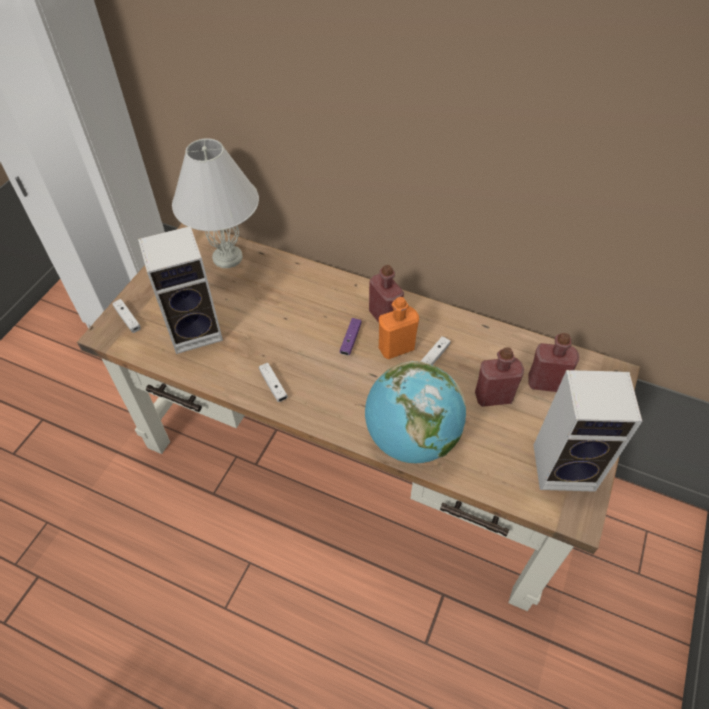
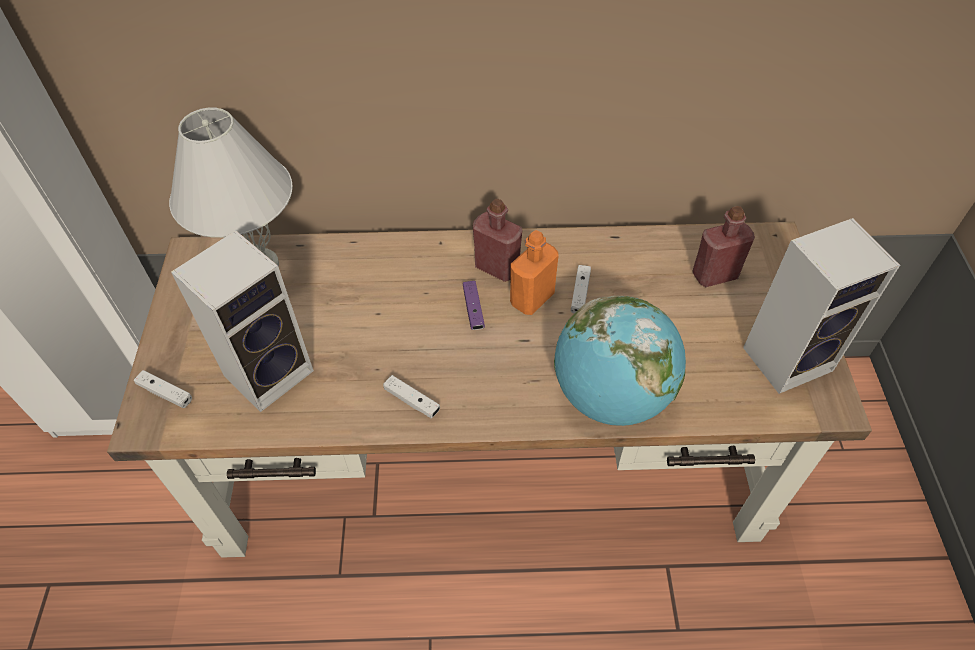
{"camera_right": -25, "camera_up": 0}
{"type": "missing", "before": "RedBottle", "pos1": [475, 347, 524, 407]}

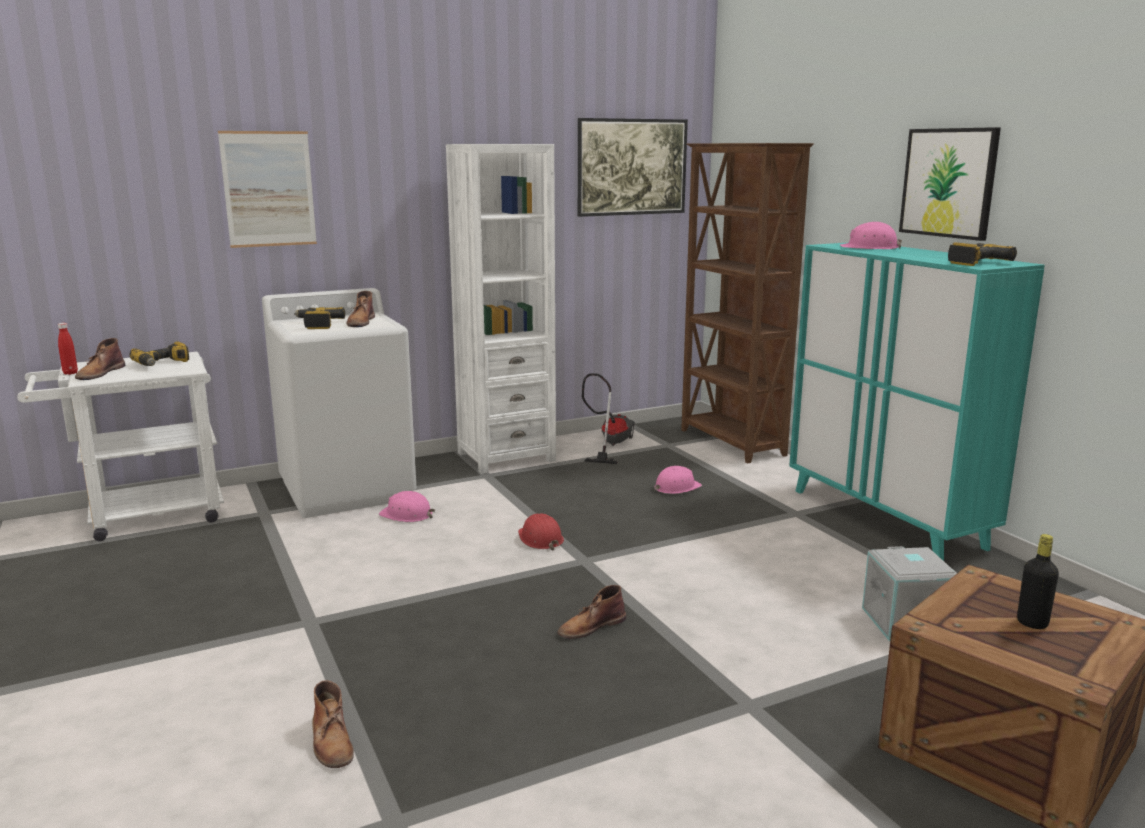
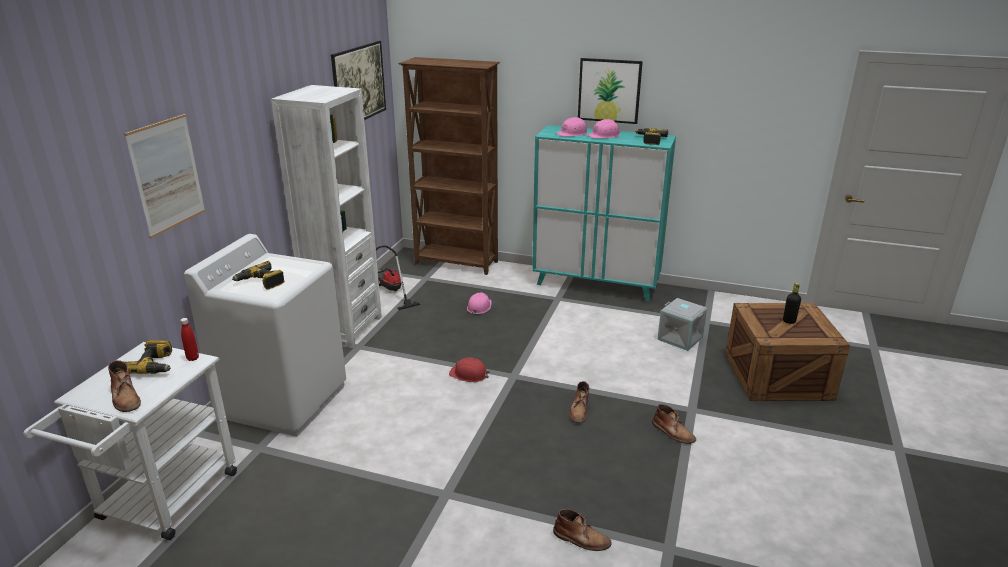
{"camera_right": -45, "camera_up": 10}
{"type": "relocated", "before": "BrownBoot", "pos1": [347, 291, 375, 327], "pos2": [652, 404, 696, 444]}
{"type": "relocated", "before": "RedBottle", "pos1": [58, 323, 78, 375], "pos2": [180, 318, 199, 361]}
{"type": "relocated", "before": "PinkHardHat", "pos1": [379, 491, 435, 522], "pos2": [587, 119, 620, 138]}

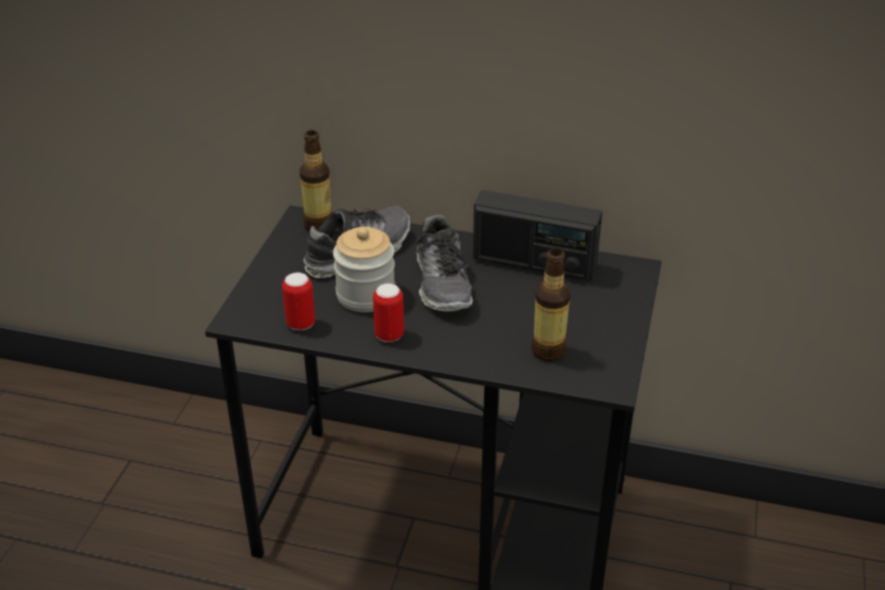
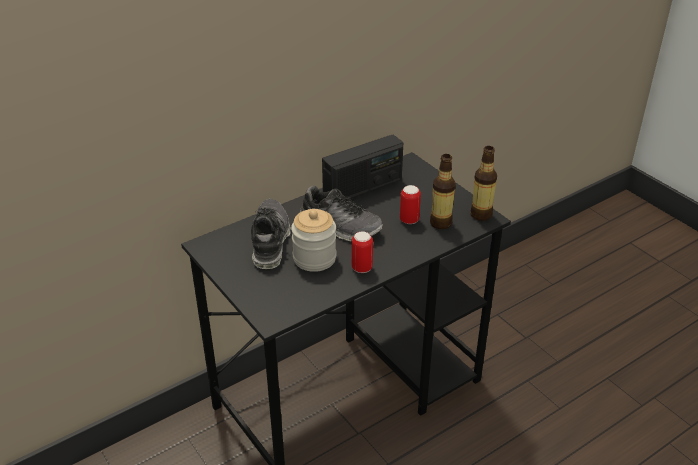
{"camera_right": -50, "camera_up": 0}
{"type": "relocated", "before": "Bottle", "pos1": [300, 130, 332, 231], "pos2": [470, 146, 497, 221]}
{"type": "relocated", "before": "Can", "pos1": [282, 272, 315, 330], "pos2": [400, 185, 421, 224]}

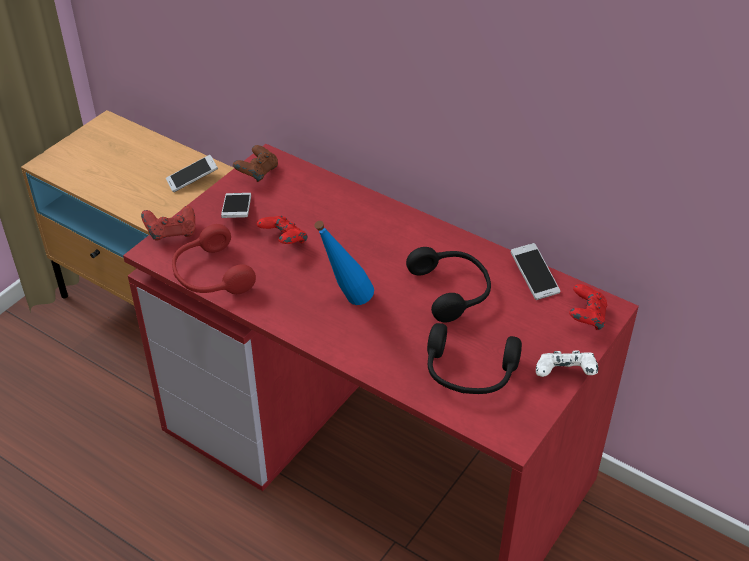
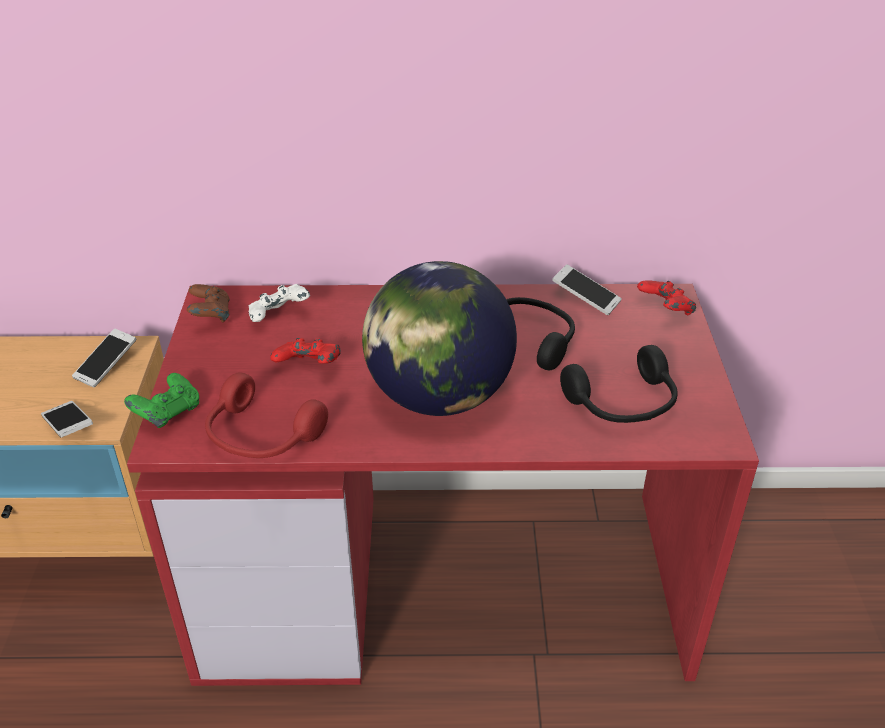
{"camera_right": -35, "camera_up": -5}
{"type": "relocated", "before": "Phone", "pos1": [221, 193, 251, 218], "pos2": [41, 401, 93, 437]}
{"type": "colour", "before": "RedGameController", "after": "GreenGameController", "pos1": [141, 206, 195, 240], "pos2": [124, 373, 199, 428]}
{"type": "exchanged", "before": "BlueBottle", "after": "Globe", "pos1": [314, 221, 374, 305], "pos2": [362, 261, 517, 416]}
{"type": "relocated", "before": "WhiteGameController", "pos1": [536, 350, 598, 377], "pos2": [249, 284, 310, 322]}

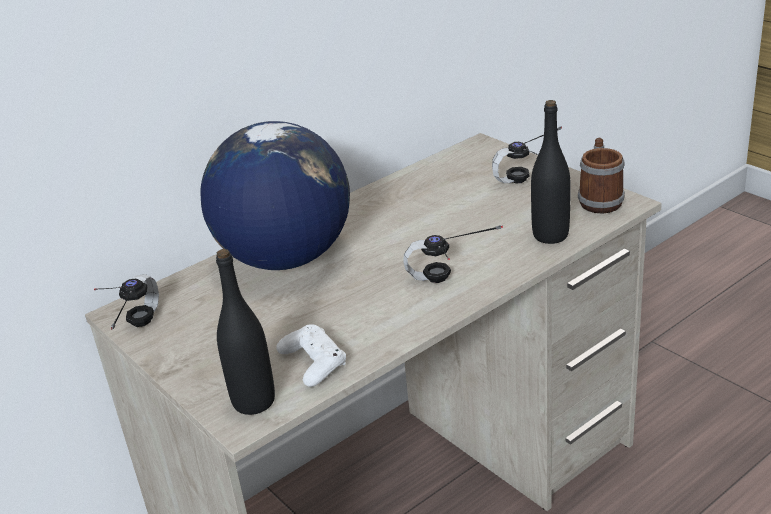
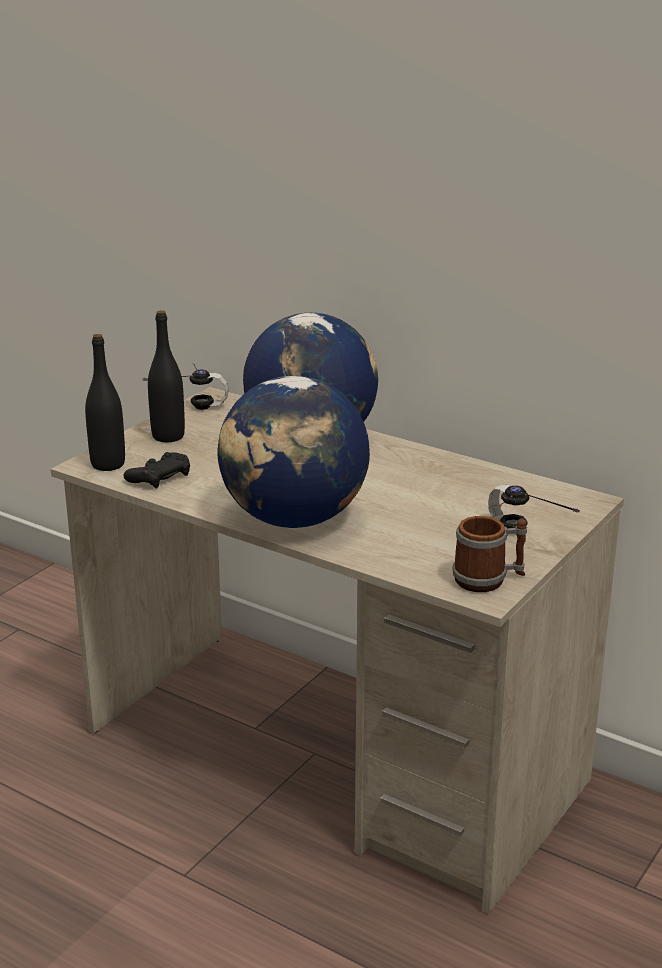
{"camera_right": 70, "camera_up": -5}
{"type": "relocated", "before": "BlackBottle", "pos1": [531, 100, 571, 244], "pos2": [148, 311, 185, 442]}
{"type": "exchanged", "before": "Headphones", "after": "Globe", "pos1": [403, 225, 503, 283], "pos2": [218, 376, 370, 528]}
{"type": "colour", "before": "WhiteGameController", "after": "BlackGameController", "pos1": [276, 324, 346, 387], "pos2": [124, 452, 190, 489]}

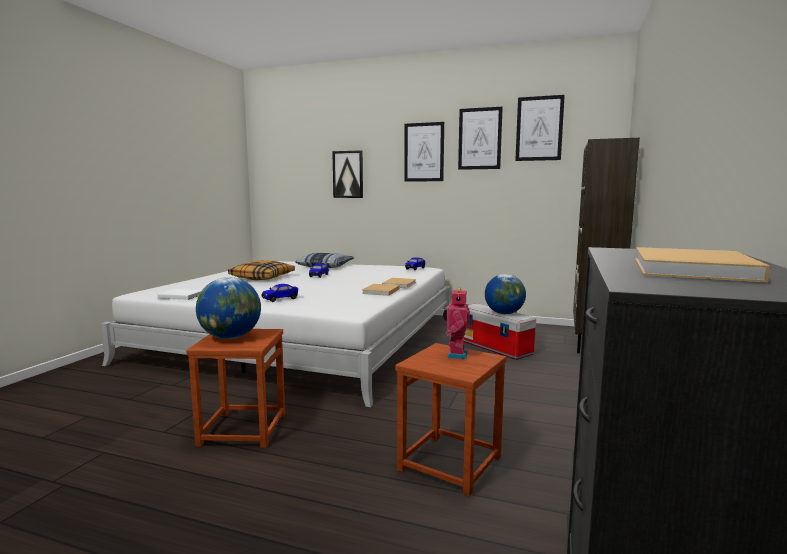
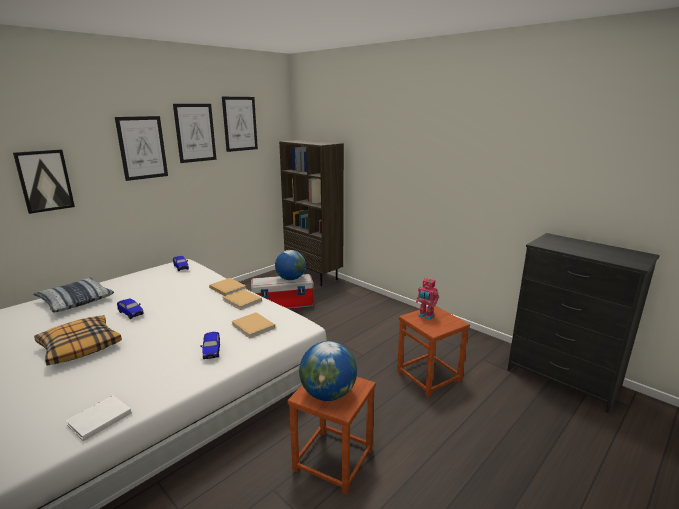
{"camera_right": -65, "camera_up": 10}
{"type": "relocated", "before": "BeigeBook", "pos1": [635, 247, 771, 282], "pos2": [231, 312, 275, 339]}

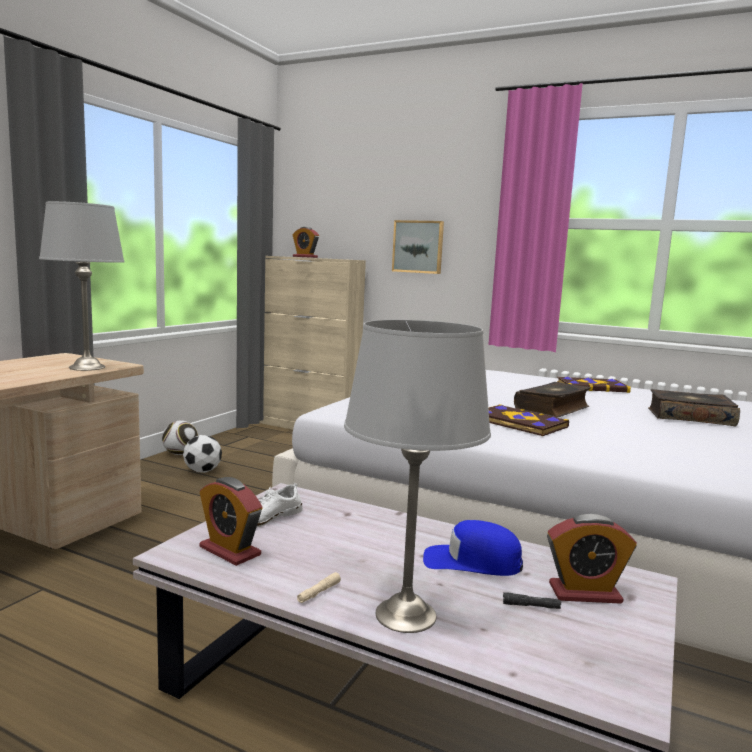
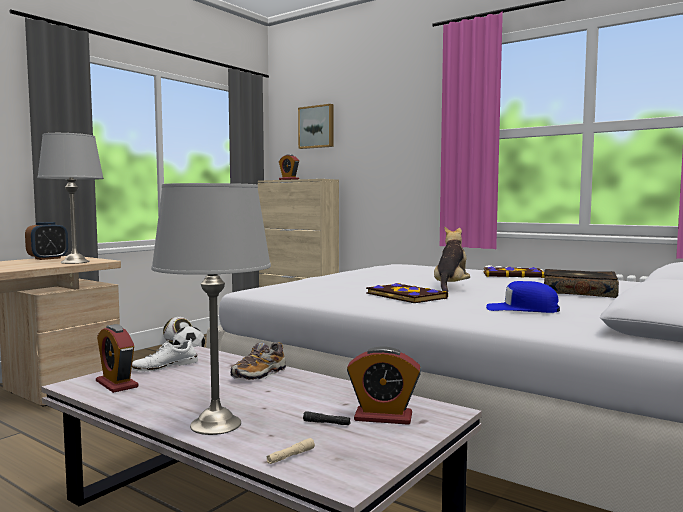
{"camera_right": 10, "camera_up": -5}
{"type": "relocated", "before": "Picture", "pos1": [392, 220, 444, 274], "pos2": [298, 104, 333, 149]}
{"type": "exchanged", "before": "Book", "after": "PlushToy", "pos1": [514, 382, 591, 418], "pos2": [434, 226, 470, 292]}
{"type": "relocated", "before": "BlueCap", "pos1": [423, 520, 523, 576], "pos2": [486, 281, 560, 313]}
{"type": "relocated", "before": "BeigeFlashlight", "pos1": [297, 572, 341, 603], "pos2": [267, 438, 315, 464]}
{"type": "appeared", "after": "AlarmClock", "pos2": [25, 222, 68, 260]}
{"type": "appeared", "after": "Shoe", "pos2": [231, 342, 287, 380]}

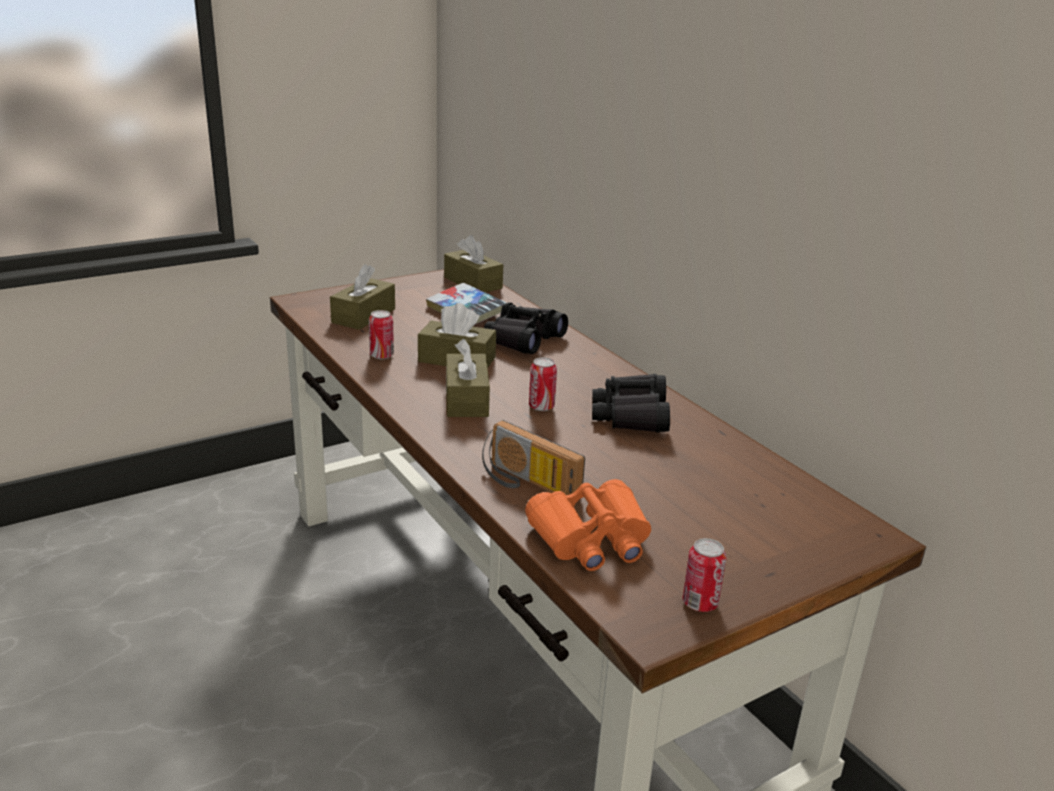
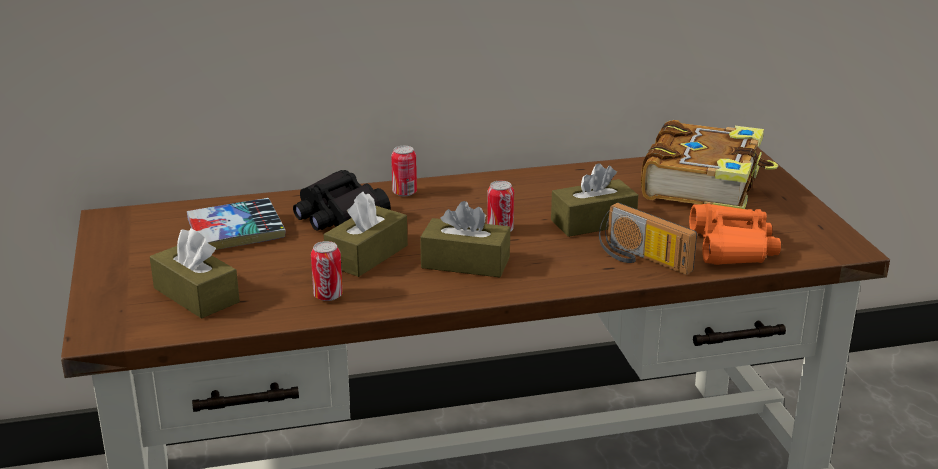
{"camera_right": -70, "camera_up": 0}
{"type": "relocated", "before": "BrownTissueBox", "pos1": [444, 235, 503, 293], "pos2": [551, 163, 638, 237]}
{"type": "missing", "before": "BlackBinoculars", "pos1": [592, 374, 670, 432]}
{"type": "spun", "before": "Radio", "pos1": [482, 420, 585, 495], "pos2": [599, 202, 697, 275], "turn": 75}
{"type": "relocated", "before": "Can", "pos1": [683, 538, 726, 612], "pos2": [391, 146, 417, 196]}
{"type": "appeared", "after": "Book", "pos2": [641, 120, 778, 209]}

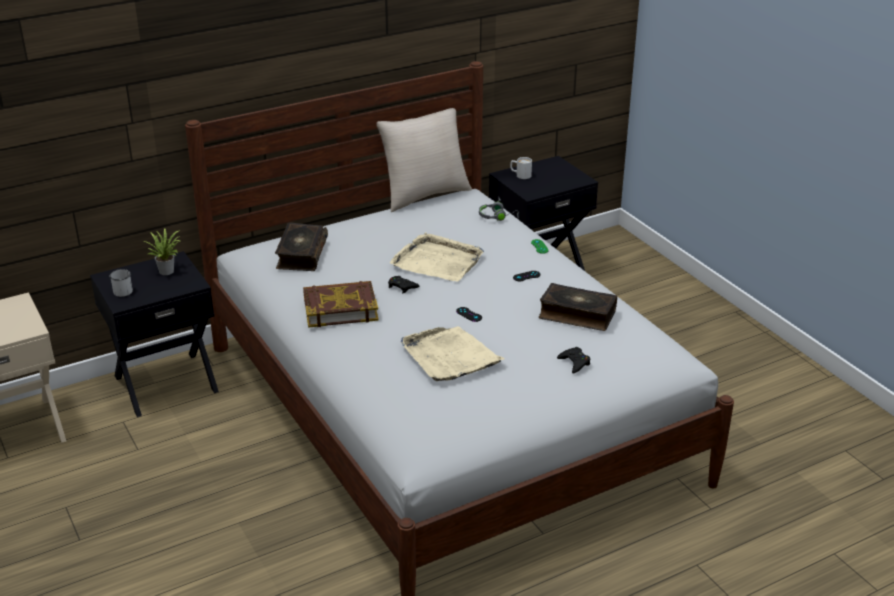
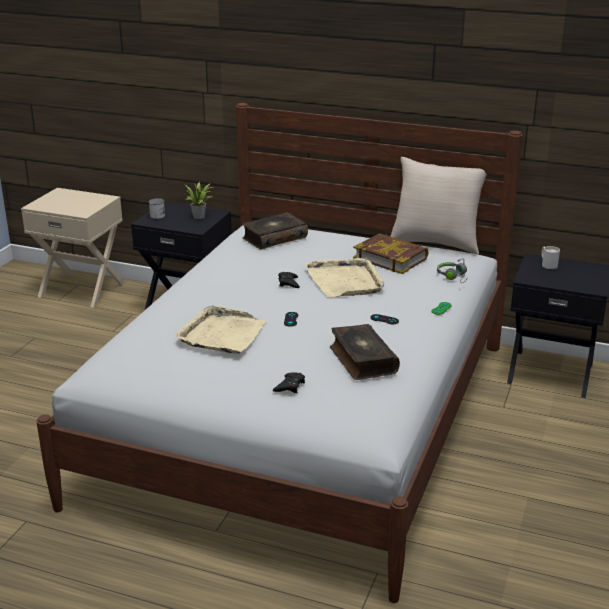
{"camera_right": 50, "camera_up": -5}
{"type": "relocated", "before": "Book", "pos1": [303, 281, 379, 328], "pos2": [353, 233, 428, 274]}

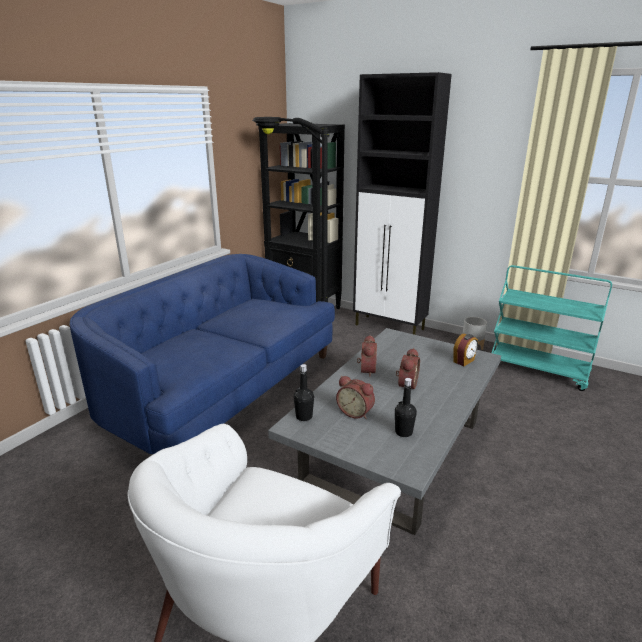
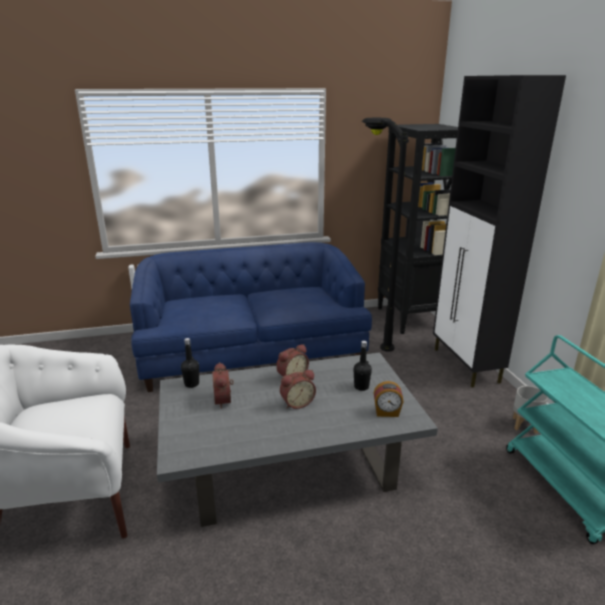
{"camera_right": 45, "camera_up": 0}
{"type": "relocated", "before": "BlackBottle", "pos1": [395, 378, 417, 437], "pos2": [354, 341, 372, 391]}

